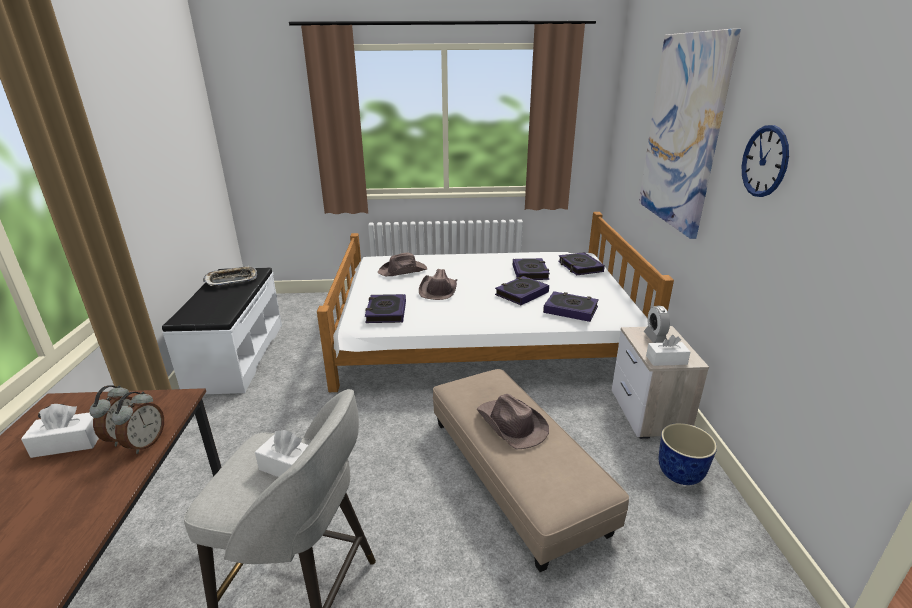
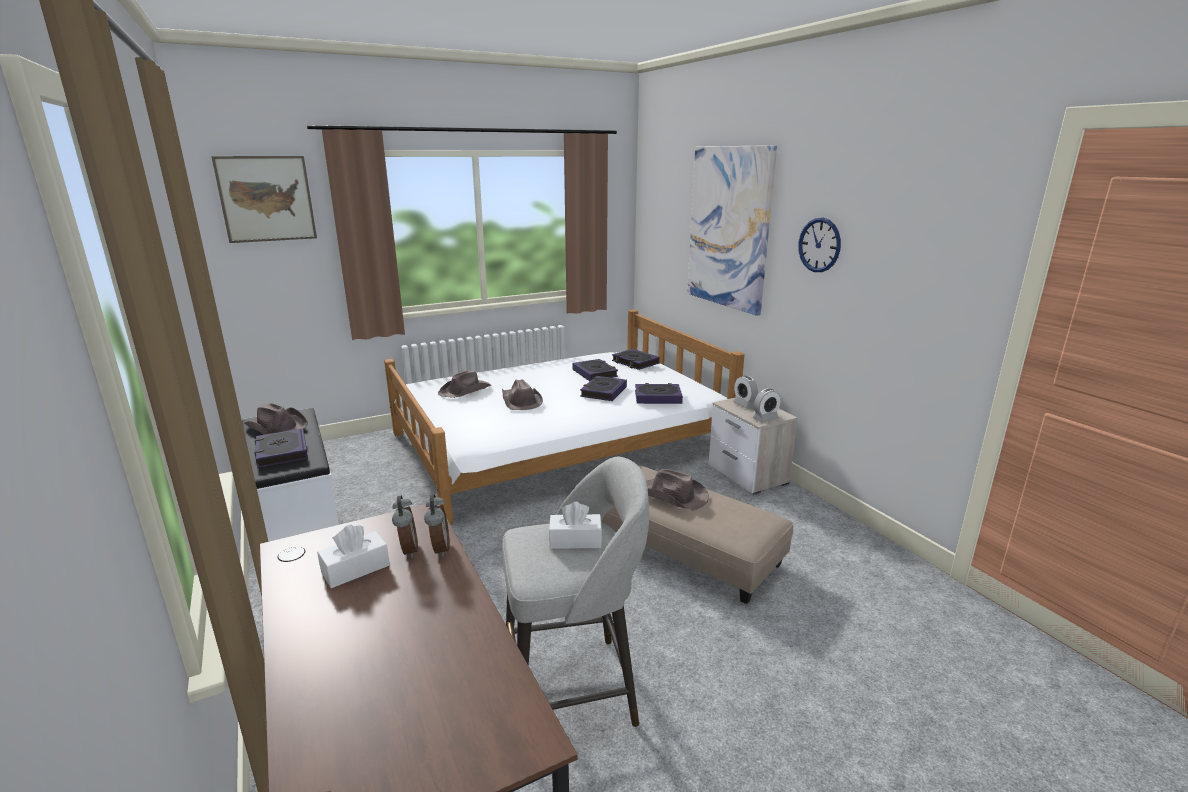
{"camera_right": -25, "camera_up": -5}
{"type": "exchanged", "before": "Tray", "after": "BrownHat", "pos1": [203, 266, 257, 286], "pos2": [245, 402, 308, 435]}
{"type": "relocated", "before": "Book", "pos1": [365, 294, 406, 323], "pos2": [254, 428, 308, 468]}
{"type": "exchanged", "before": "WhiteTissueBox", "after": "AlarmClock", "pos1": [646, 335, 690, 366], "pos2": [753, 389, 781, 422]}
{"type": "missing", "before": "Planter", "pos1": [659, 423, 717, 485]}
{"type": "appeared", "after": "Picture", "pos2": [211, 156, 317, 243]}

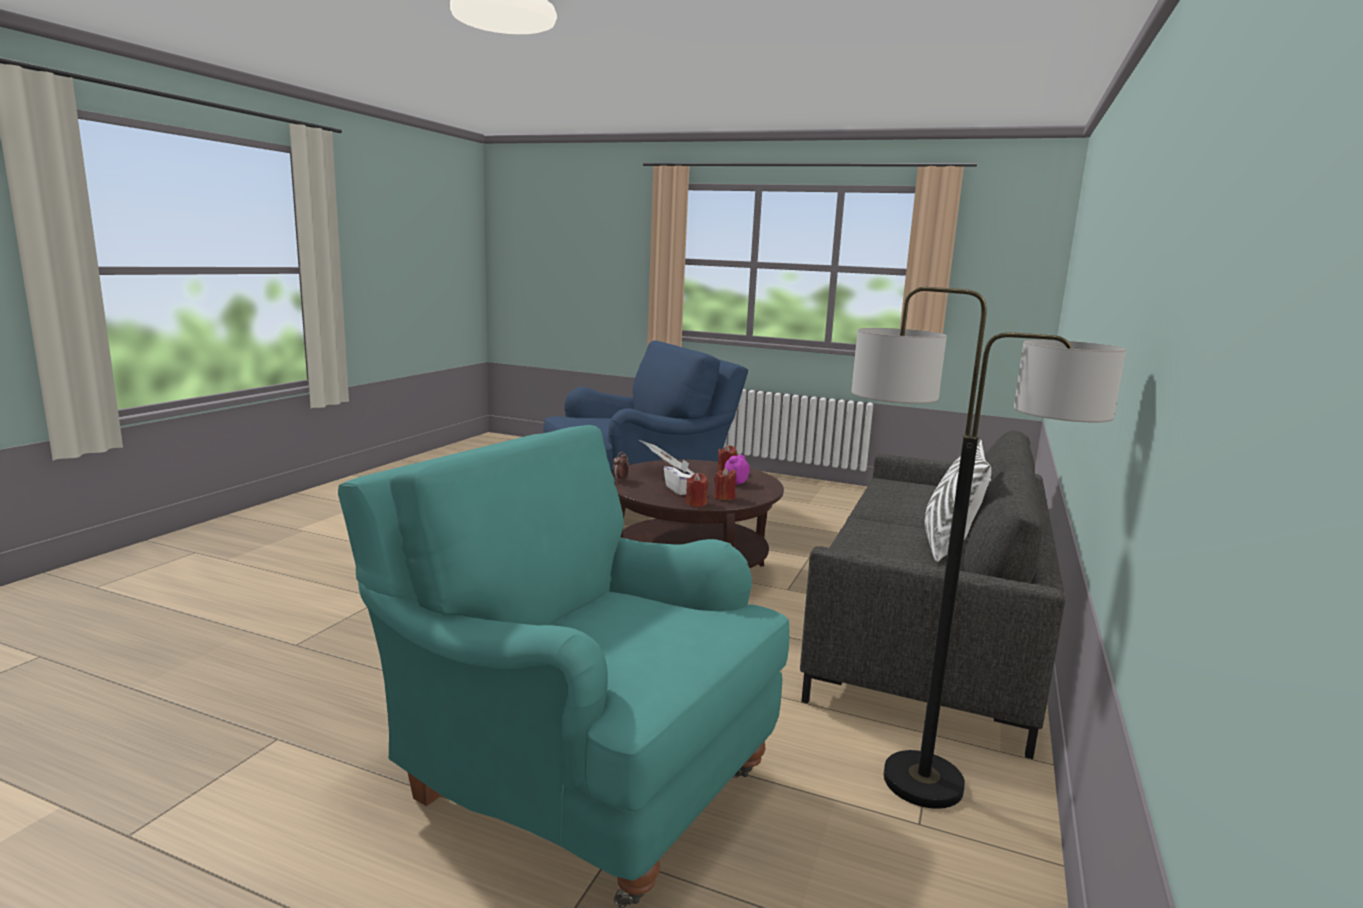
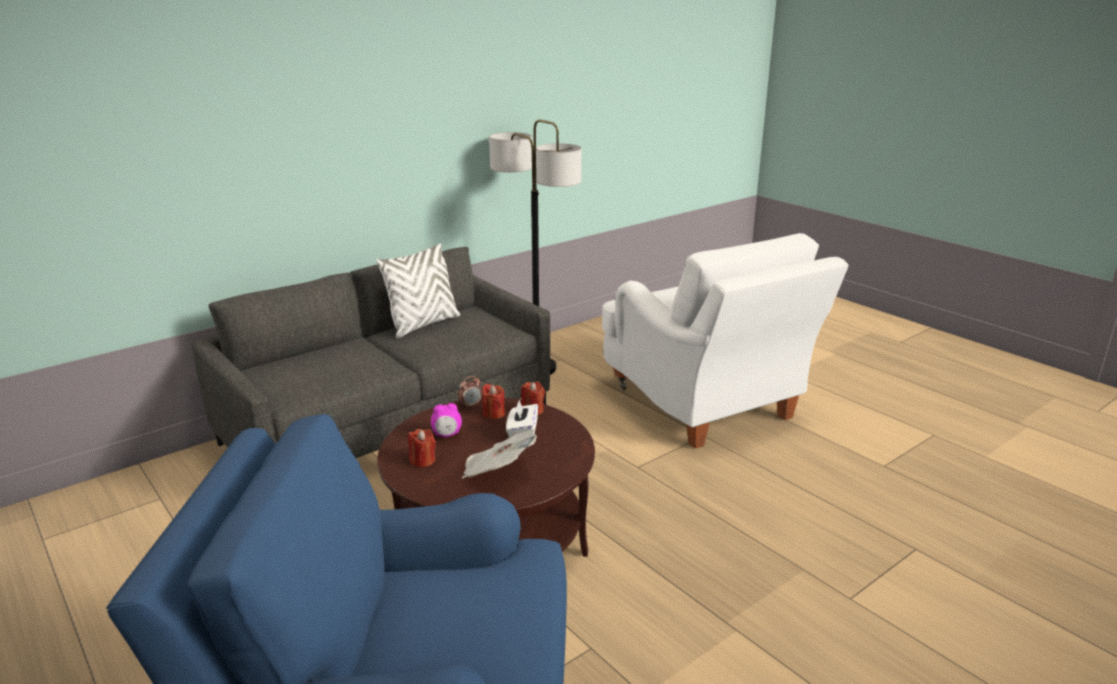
{"camera_right": -150, "camera_up": 10}
{"type": "colour", "before": "TurquoiseArmchair", "after": "WhiteArmchair", "pos1": [338, 425, 789, 908], "pos2": [602, 233, 849, 449]}
{"type": "relocated", "before": "AlarmClock", "pos1": [612, 452, 629, 481], "pos2": [458, 376, 482, 409]}

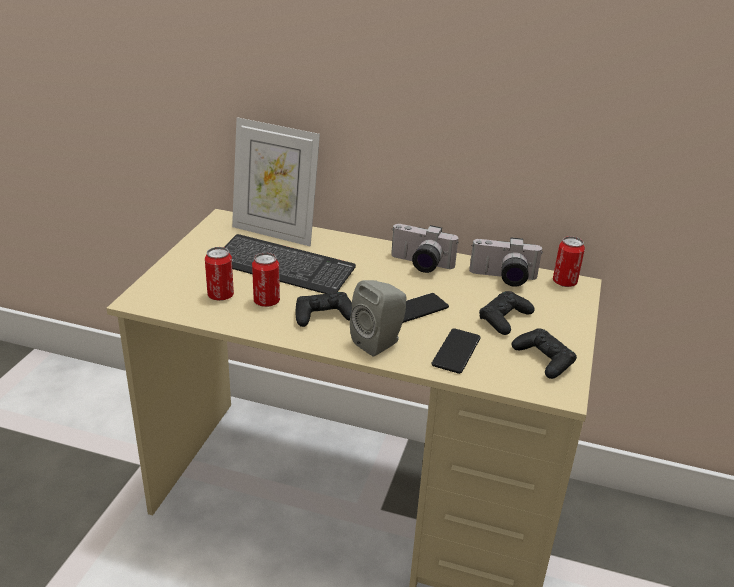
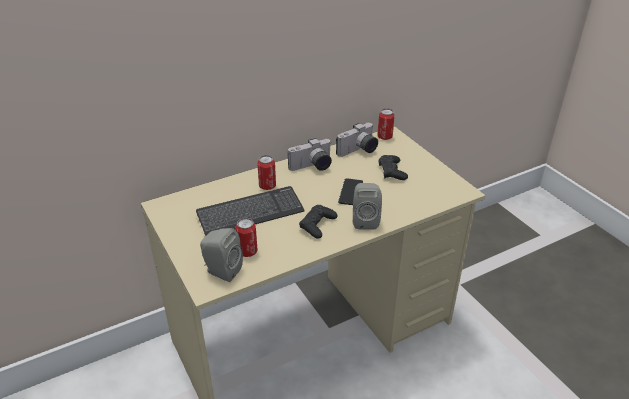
{"camera_right": -45, "camera_up": 5}
{"type": "missing", "before": "PictureFrame", "pos1": [232, 117, 320, 246]}
{"type": "relocated", "before": "Can", "pos1": [252, 253, 280, 307], "pos2": [257, 155, 276, 190]}
{"type": "missing", "before": "Phone", "pos1": [431, 328, 481, 374]}
{"type": "missing", "before": "BlackGameController", "pos1": [512, 328, 577, 379]}
{"type": "appeared", "after": "GreySpeaker", "pos2": [200, 228, 243, 282]}

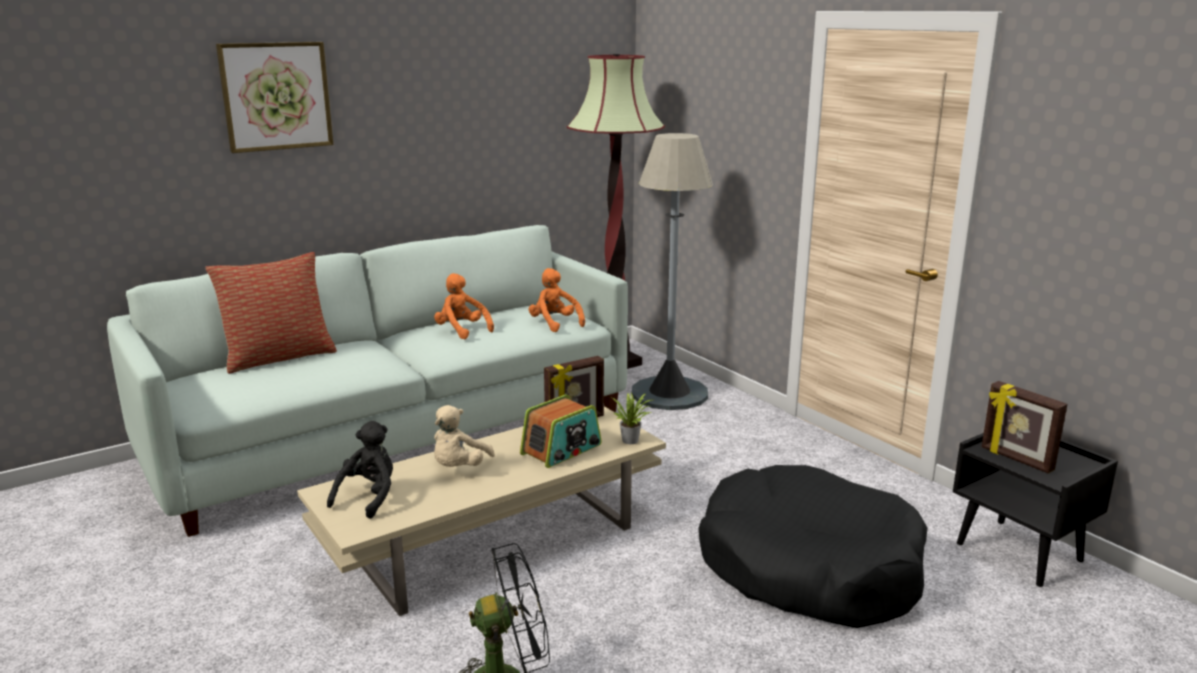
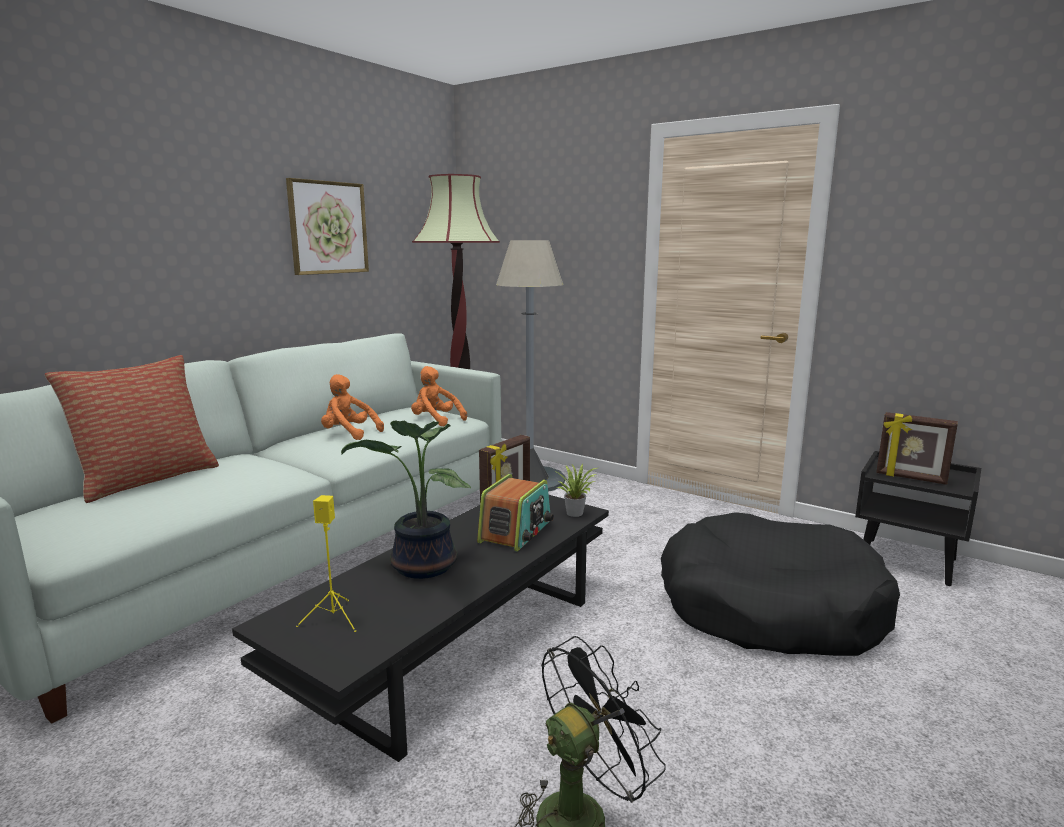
{"camera_right": -20, "camera_up": -5}
{"type": "relocated", "before": "Picture", "pos1": [216, 42, 333, 153], "pos2": [286, 178, 369, 275]}
{"type": "exchanged", "before": "BeigePlushToy", "after": "PottedPlant", "pos1": [434, 405, 495, 467], "pos2": [341, 420, 471, 579]}
{"type": "colour", "before": "BeigeCoffeeTable", "after": "BlackCoffeeTable", "pos1": [297, 406, 666, 616], "pos2": [232, 495, 609, 762]}
{"type": "exchanged", "before": "BlackPlushToy", "after": "YellowSpeaker", "pos1": [327, 421, 393, 519], "pos2": [296, 495, 356, 632]}

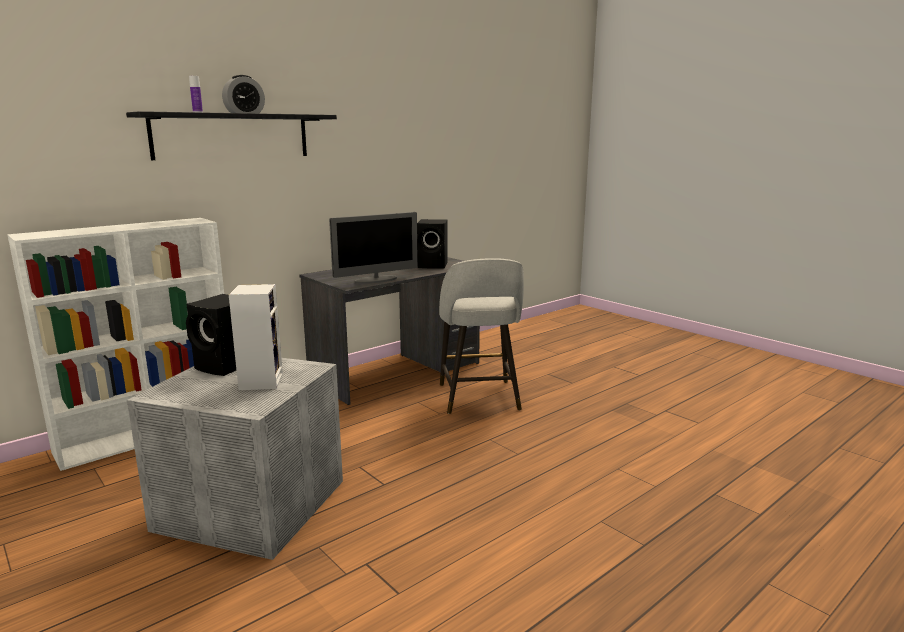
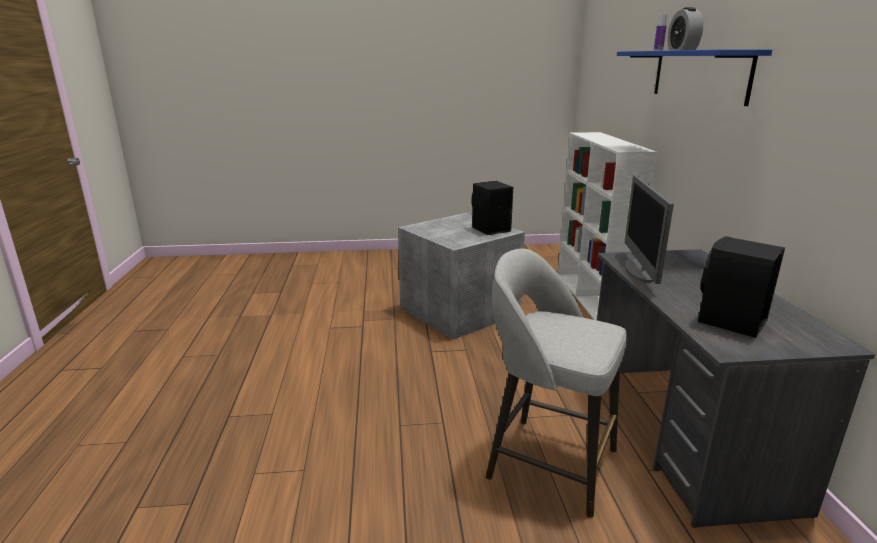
{"camera_right": 125, "camera_up": 5}
{"type": "colour", "before": "BlackShelf", "after": "BlueShelf", "pos1": [126, 111, 337, 160], "pos2": [617, 49, 772, 106]}
{"type": "missing", "before": "Speaker", "pos1": [229, 284, 283, 390]}

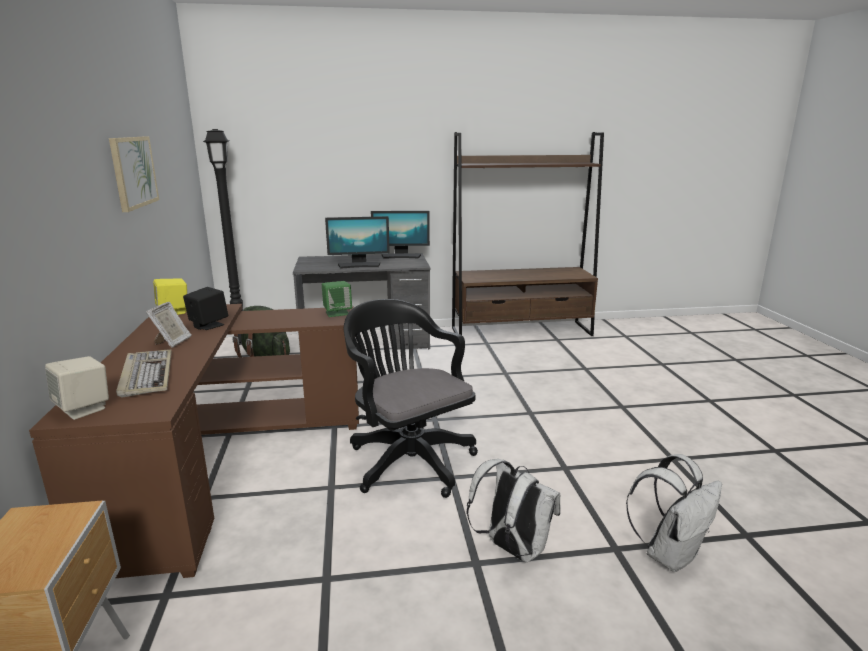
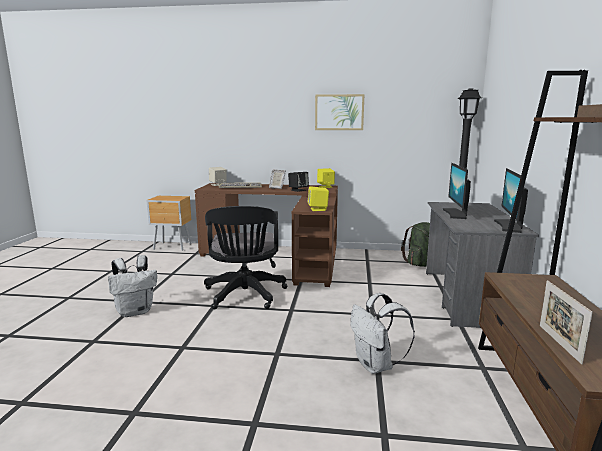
{"camera_right": 105, "camera_up": -5}
{"type": "colour", "before": "GreenSpeaker", "after": "YellowSpeaker", "pos1": [322, 281, 352, 317], "pos2": [308, 187, 329, 211]}
{"type": "spun", "before": "BlackOfficeChair", "pos1": [344, 299, 478, 498], "pos2": [204, 206, 287, 309], "turn": 105}
{"type": "relocated", "before": "WhiteBackpack", "pos1": [626, 454, 722, 572], "pos2": [350, 293, 415, 374]}
{"type": "appeared", "after": "PictureFrame", "pos2": [540, 280, 593, 364]}

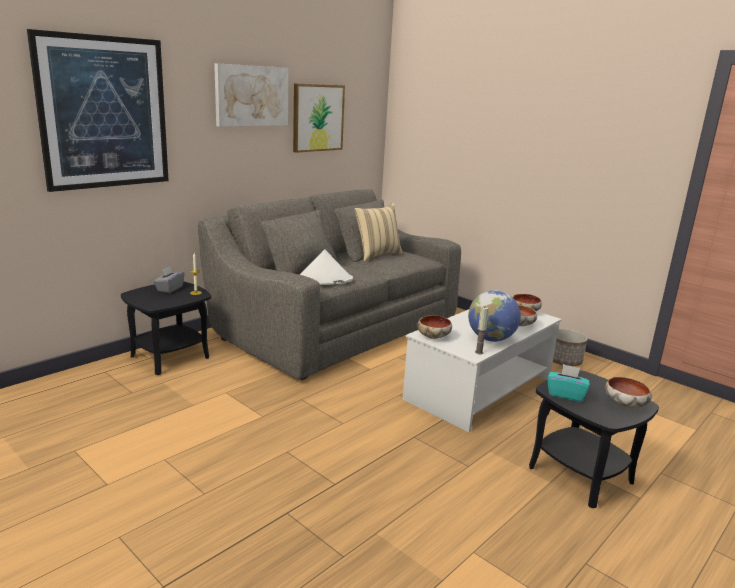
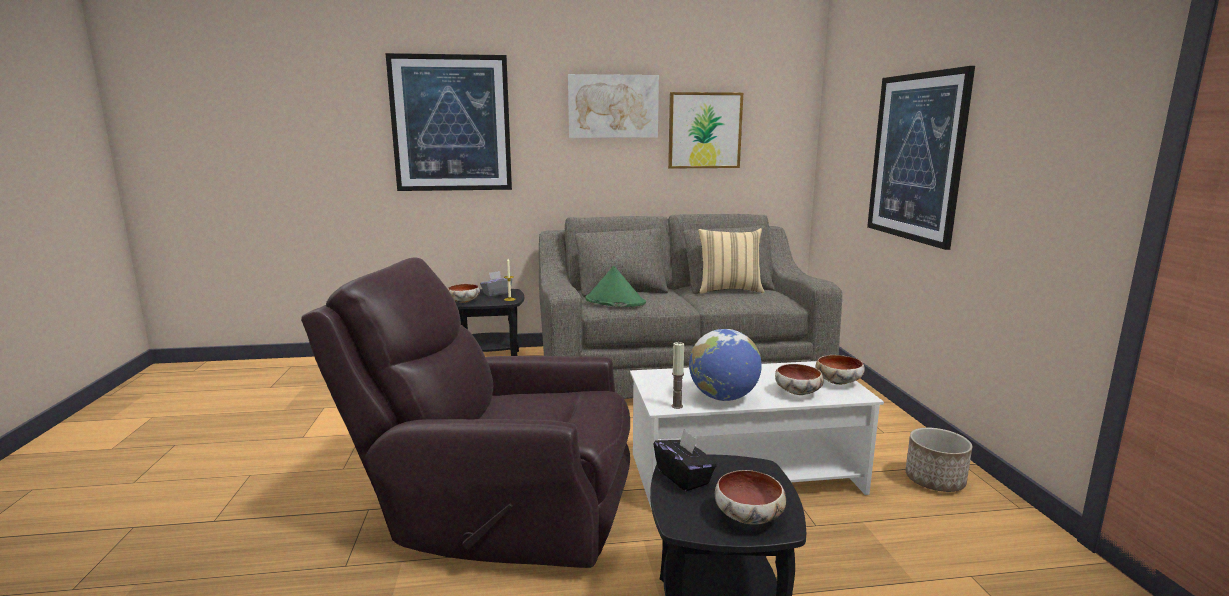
{"camera_right": 40, "camera_up": -5}
{"type": "colour", "before": "WhiteHat", "after": "GreenHat", "pos1": [300, 249, 353, 285], "pos2": [586, 266, 646, 307]}
{"type": "relocated", "before": "Bowl", "pos1": [417, 315, 452, 339], "pos2": [448, 284, 480, 303]}
{"type": "colour", "before": "TurquoiseTissueBox", "after": "BlackTissueBox", "pos1": [548, 364, 590, 402], "pos2": [654, 430, 717, 491]}
{"type": "appeared", "after": "Picture", "pos2": [867, 66, 975, 250]}
{"type": "appeared", "after": "BrownArmchair", "pos2": [301, 258, 630, 568]}

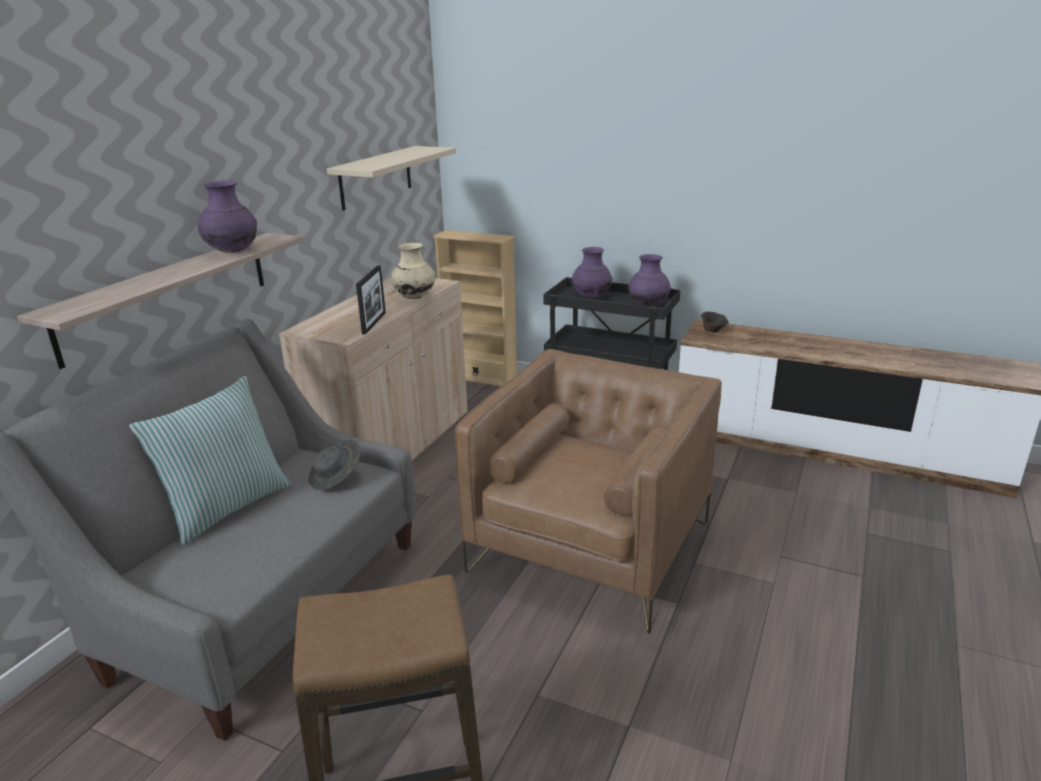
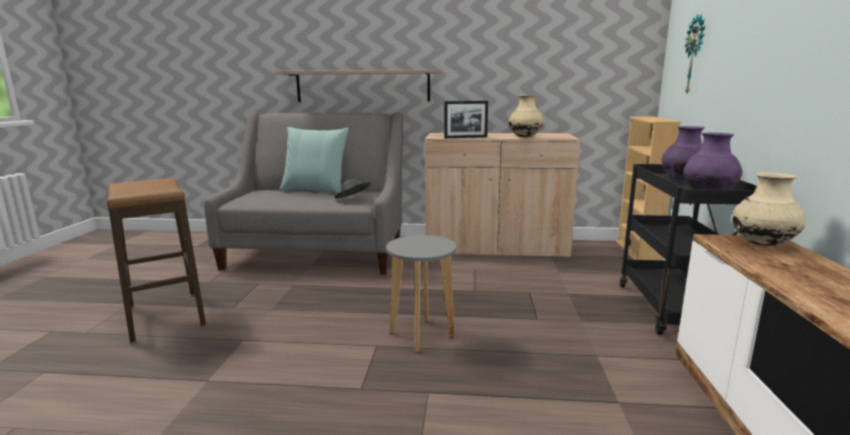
{"camera_right": 70, "camera_up": -10}
{"type": "missing", "before": "BeigeShelf", "pos1": [327, 146, 456, 211]}
{"type": "missing", "before": "PurpleVase", "pos1": [198, 180, 257, 253]}
{"type": "exchanged", "before": "BrownBowl", "after": "BeigeVase", "pos1": [701, 312, 729, 332], "pos2": [732, 172, 805, 246]}
{"type": "exchanged", "before": "BrownArmchair", "after": "GreyStool", "pos1": [455, 349, 722, 634], "pos2": [386, 235, 456, 352]}
{"type": "appeared", "after": "WallClock", "pos2": [685, 14, 705, 93]}

